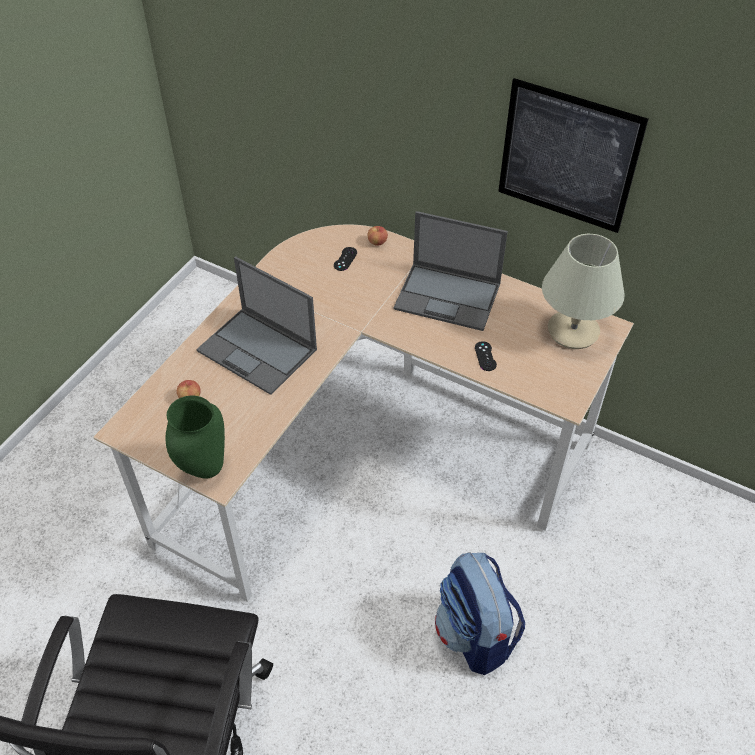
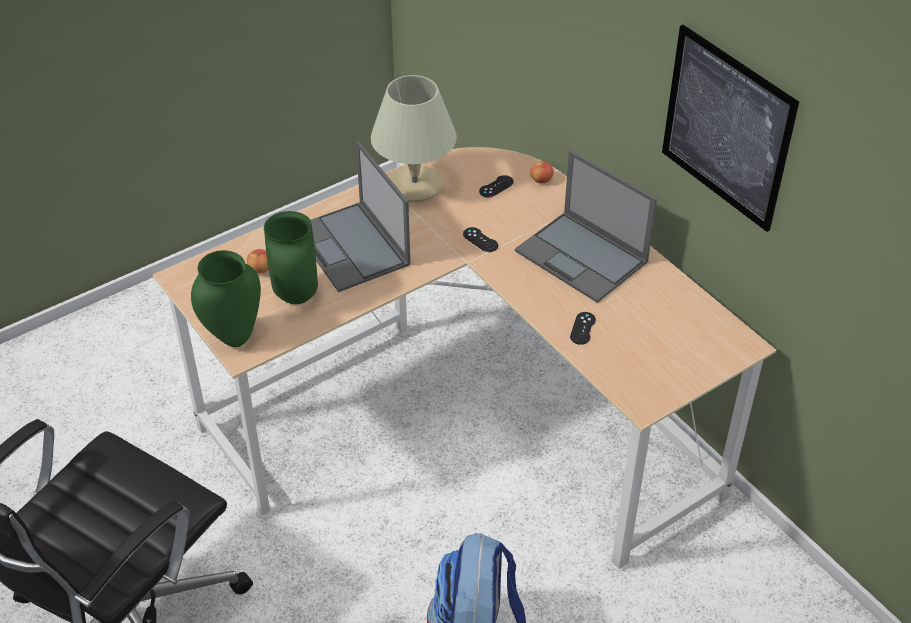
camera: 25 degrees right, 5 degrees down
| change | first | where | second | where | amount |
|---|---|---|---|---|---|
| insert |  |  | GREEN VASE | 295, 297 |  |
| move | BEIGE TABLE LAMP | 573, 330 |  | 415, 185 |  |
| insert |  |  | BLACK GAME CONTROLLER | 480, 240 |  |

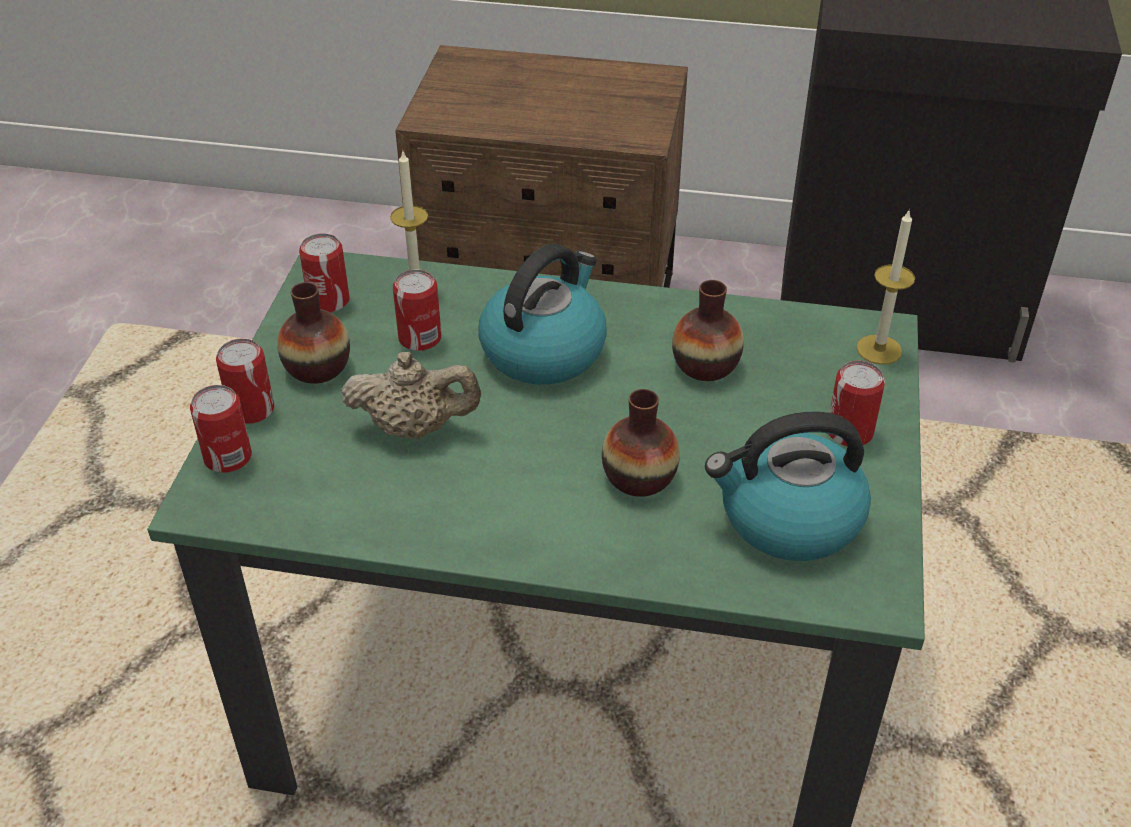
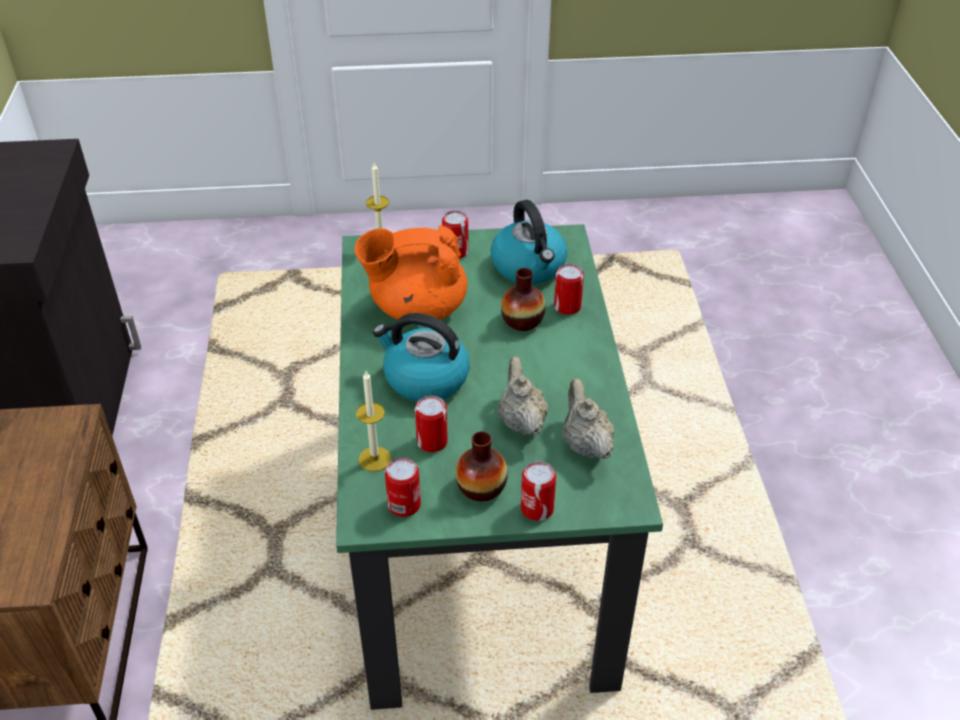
camera: 105 degrees left, 0 degrees up
| change | first | where | second | where | amount |
|---|---|---|---|---|---|
| replace | VASE | 705, 365 | ORANGE TEAPOT | 416, 308 |  |
| move | CAN | 228, 457 |  | 567, 307 |  |
| insert |  |  | BEIGE TEAPOT | 585, 444 |  |

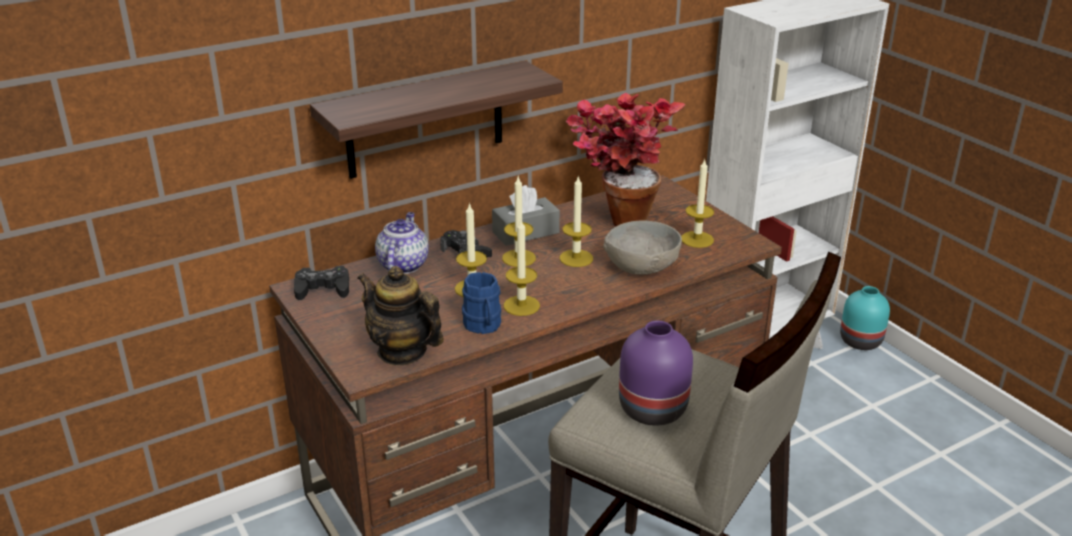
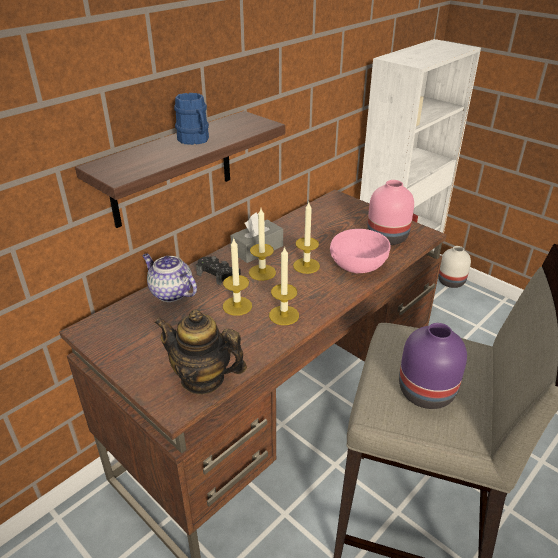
camera: 15 degrees left, 5 degrees up
| change | first | where | second | where | amount |
|---|---|---|---|---|---|
| rotate | TEAPOT | 402, 264 |  | 170, 293 | 45 degrees counterclockwise |
| move | BLUE MUG | 483, 326 |  | 195, 140 |  |
| recolor | GREY BOWL | 641, 265 | PINK BOWL | 358, 264 |  |
| replace | CANDLE | 697, 239 | PINK VASE | 386, 237 |  |
| recolor | TURQUOISE VASE | 861, 341 | WHITE VASE | 451, 281 |  |
| delete | BLACK GAME CONTROLLER | 323, 289 |  |  |  |
| delete | POTTED PLANT | 617, 219 |  |  |  |

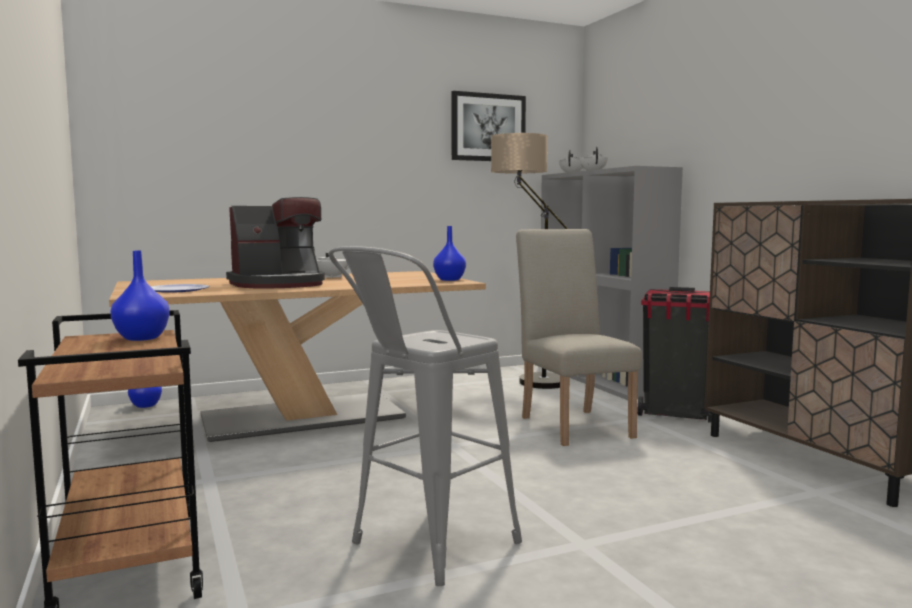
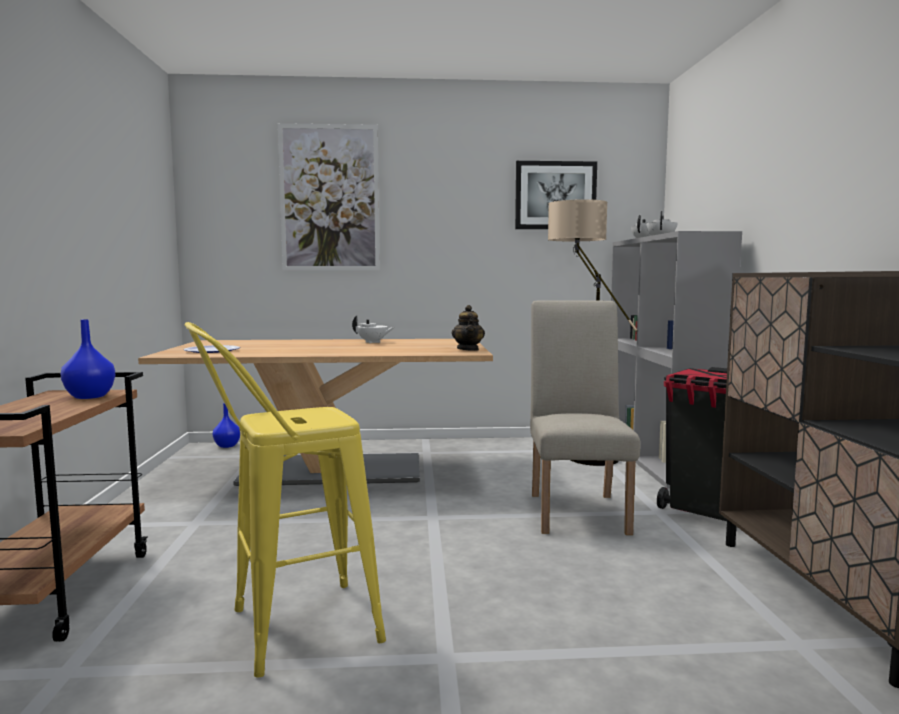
camera: 20 degrees right, 0 degrees up
| change | first | where | second | where | amount |
|---|---|---|---|---|---|
| recolor | GREY STOOL | 423, 549 | YELLOW STOOL | 287, 630 |  |
| insert |  |  | PICTURE | 329, 198 |  |
| replace | BLUE VASE | 449, 279 | TEAPOT | 468, 349 |  |
| delete | COFFEE MACHINE | 278, 284 |  |  |  |

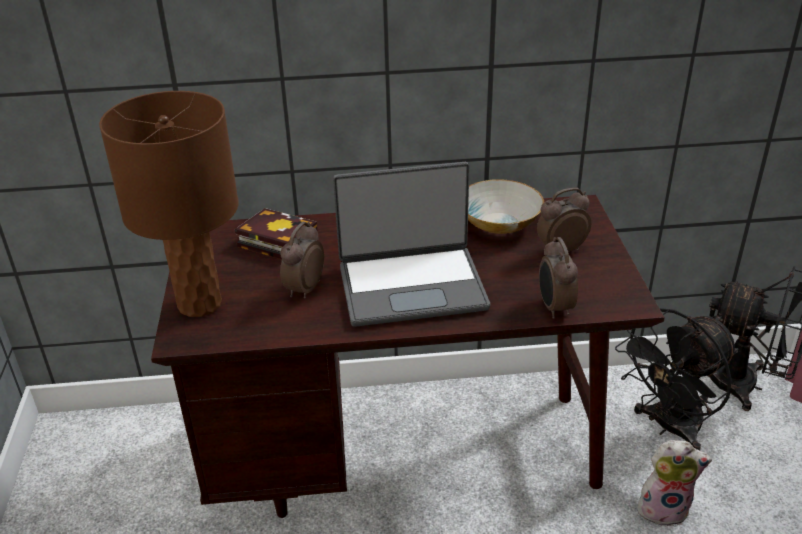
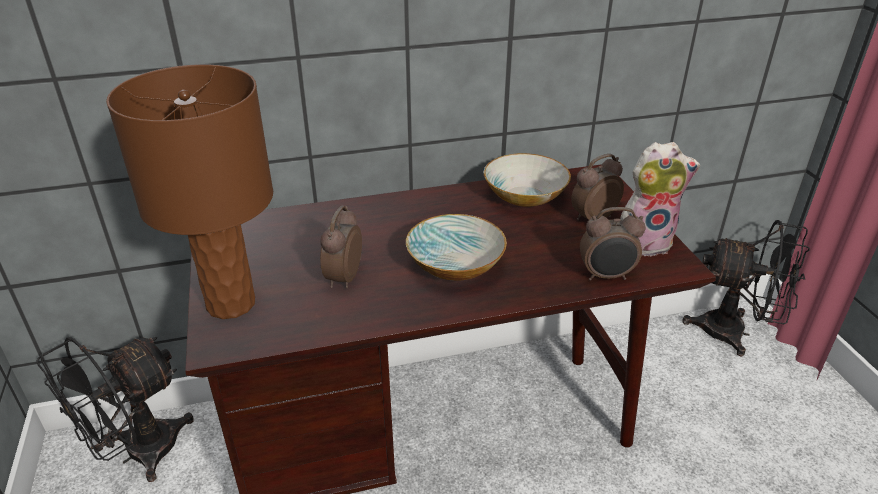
camera: 10 degrees left, 0 degrees up
| change | first | where | second | where | amount |
|---|---|---|---|---|---|
| move | BLACK FAN | 669, 428 |  | 138, 454 |  |
| replace | LAPTOP | 411, 286 | BOWL | 456, 265 |  |
| rotate | ALARM CLOCK | 554, 307 |  | 606, 276 | 75 degrees counterclockwise |
| move | PLUSH TOY | 664, 508 |  | 644, 241 |  |
| delete | BOOK | 274, 240 |  |  |  |

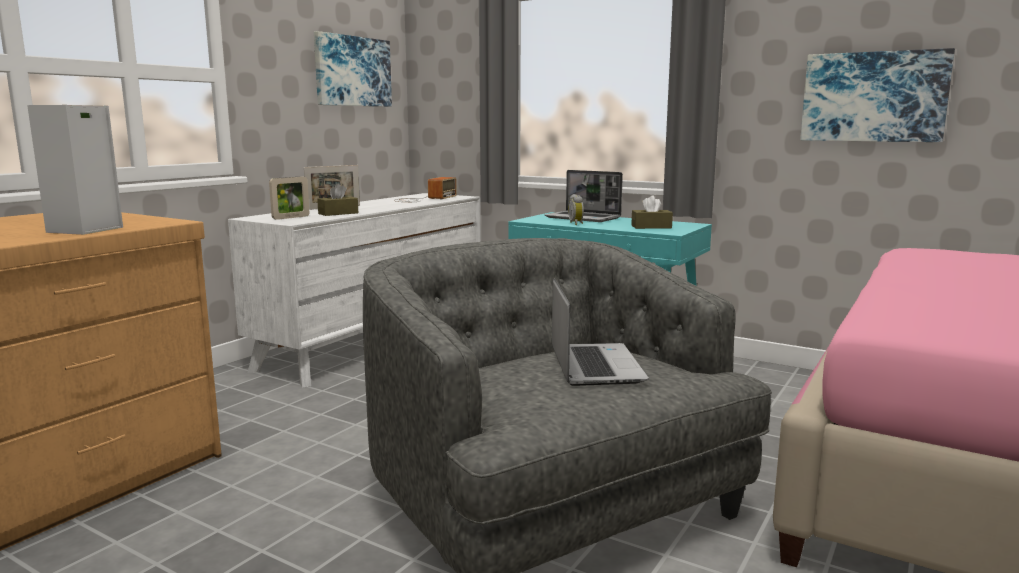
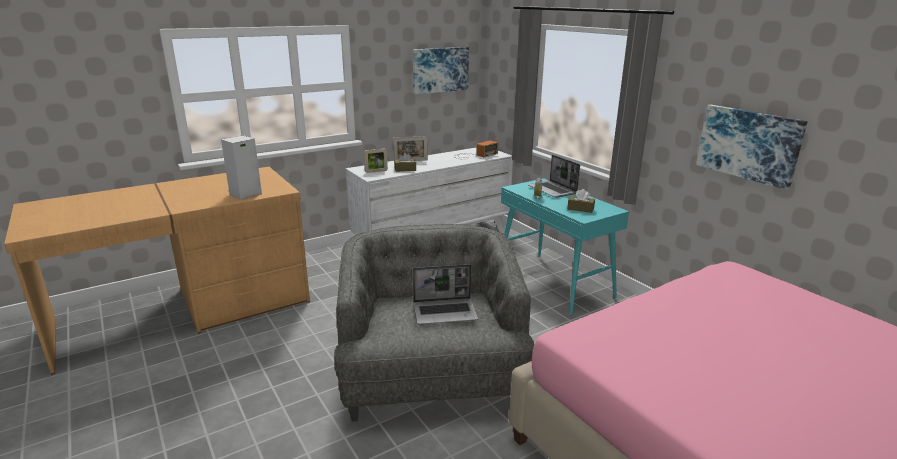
camera: 25 degrees right, 10 degrees up
| change | first | where | second | where | amount |
|---|---|---|---|---|---|
| rotate | LAPTOP | 594, 366 |  | 445, 312 | 60 degrees clockwise |

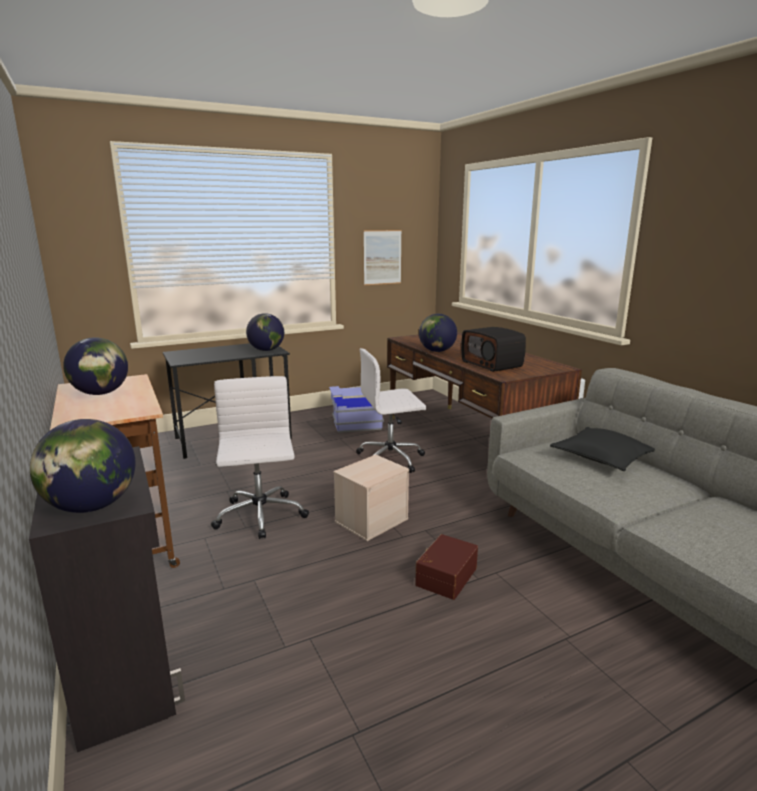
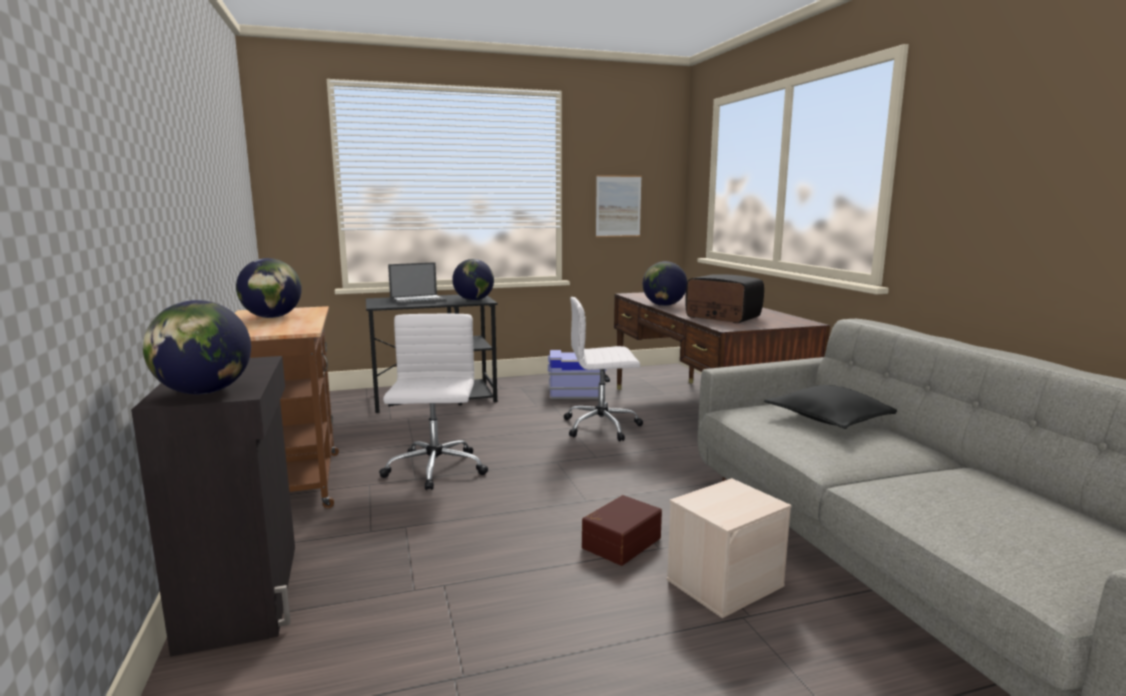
camera: 10 degrees right, 5 degrees down
| change | first | where | second | where | amount |
|---|---|---|---|---|---|
| insert |  |  | LAPTOP | 418, 300 |  |
| move | BEIGE STORAGE BOX | 371, 520 |  | 724, 582 |  |
| rotate | RADIO | 492, 364 |  | 722, 317 | 150 degrees clockwise |

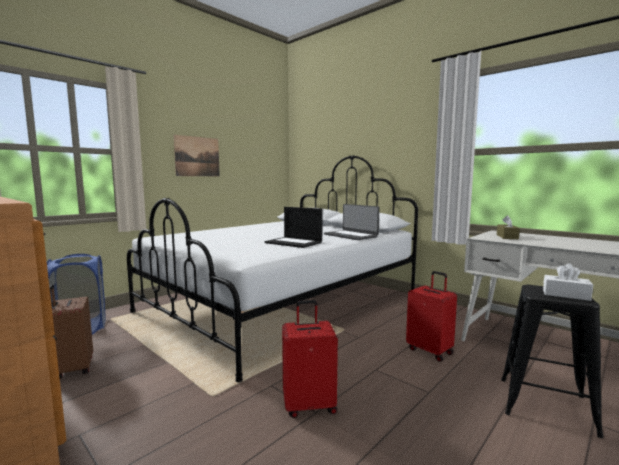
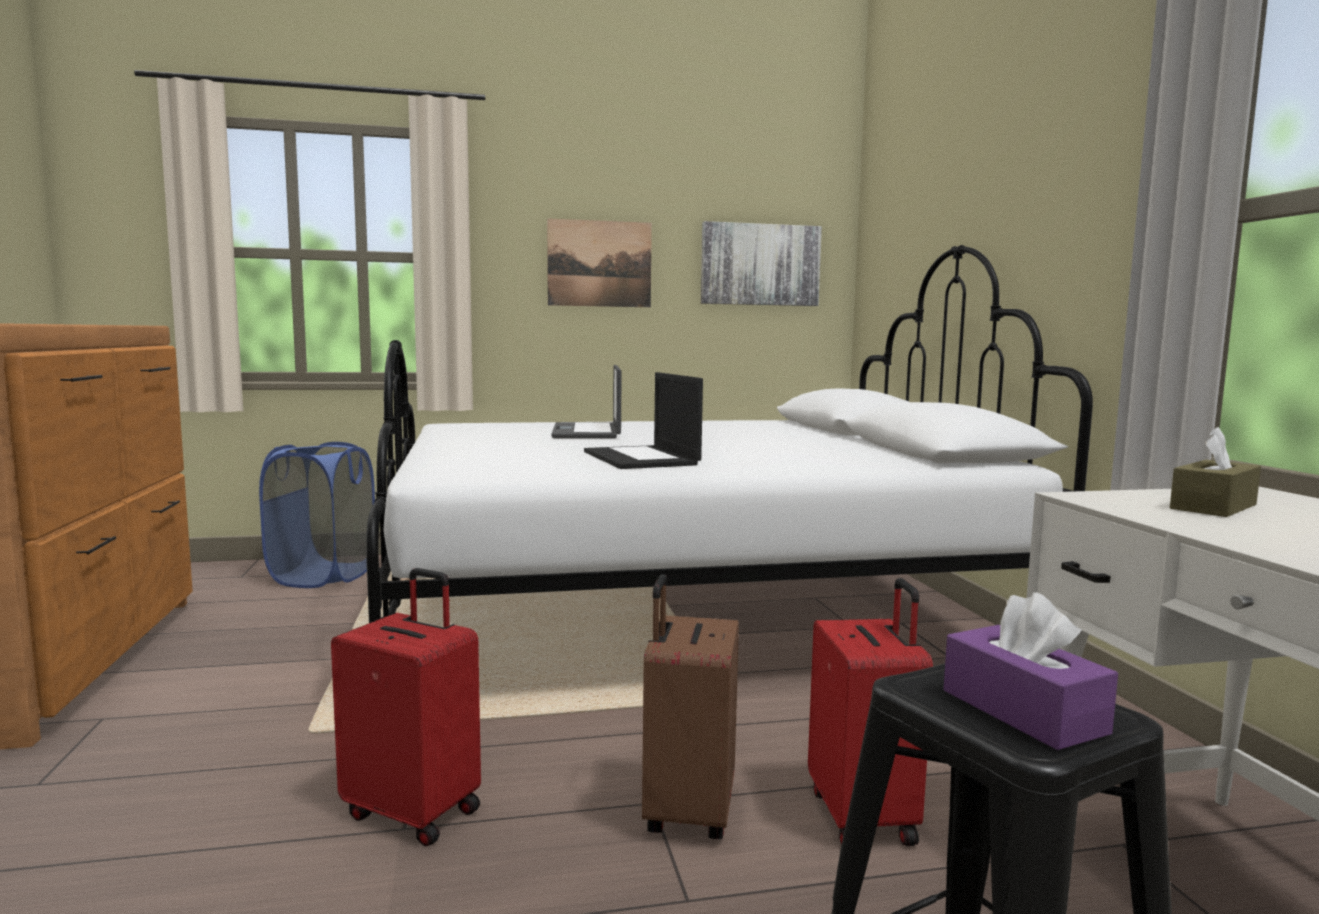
camera: 35 degrees right, 0 degrees up
| change | first | where | second | where | amount |
|---|---|---|---|---|---|
| move | LAPTOP | 351, 235 |  | 588, 432 |  |
| move | BROWN SUITCASE | 73, 369 |  | 686, 811 |  |
| insert |  |  | PICTURE | 760, 265 |  |
| recolor | WHITE TISSUE BOX | 566, 295 | PURPLE TISSUE BOX | 1023, 711 |  |

